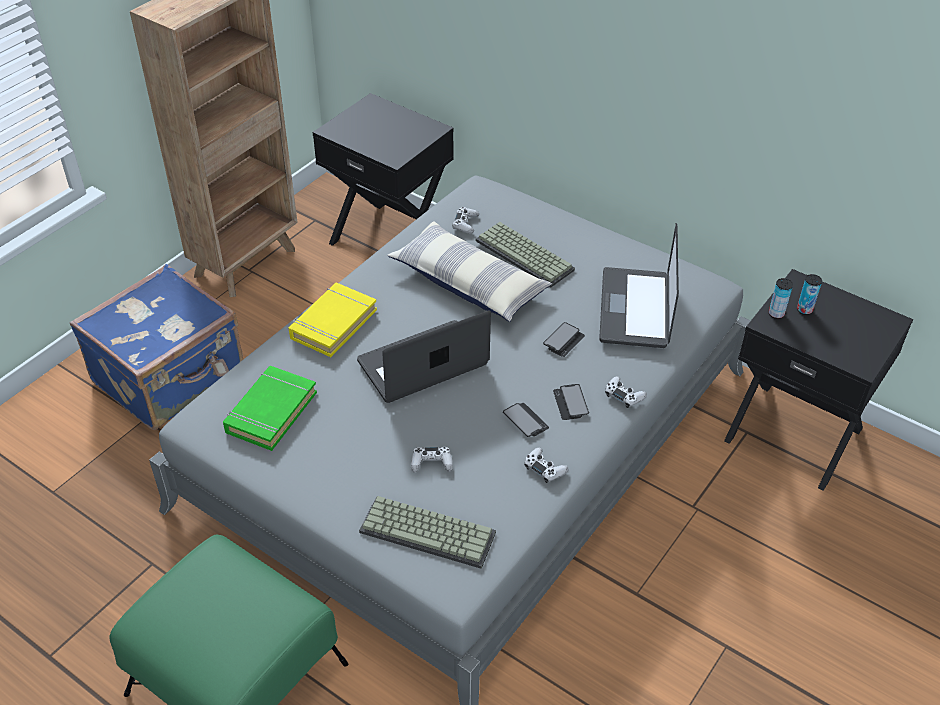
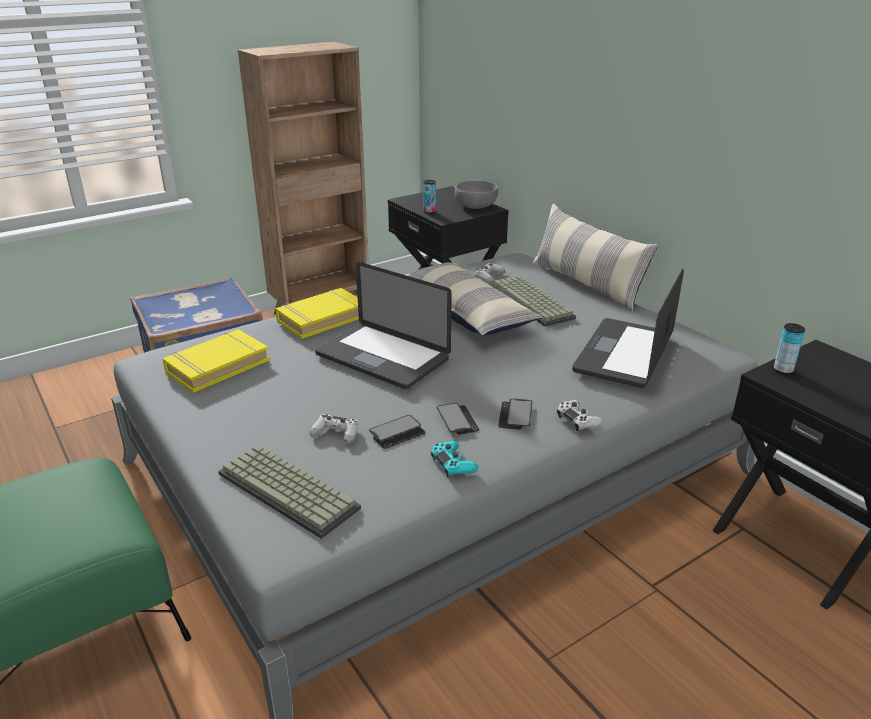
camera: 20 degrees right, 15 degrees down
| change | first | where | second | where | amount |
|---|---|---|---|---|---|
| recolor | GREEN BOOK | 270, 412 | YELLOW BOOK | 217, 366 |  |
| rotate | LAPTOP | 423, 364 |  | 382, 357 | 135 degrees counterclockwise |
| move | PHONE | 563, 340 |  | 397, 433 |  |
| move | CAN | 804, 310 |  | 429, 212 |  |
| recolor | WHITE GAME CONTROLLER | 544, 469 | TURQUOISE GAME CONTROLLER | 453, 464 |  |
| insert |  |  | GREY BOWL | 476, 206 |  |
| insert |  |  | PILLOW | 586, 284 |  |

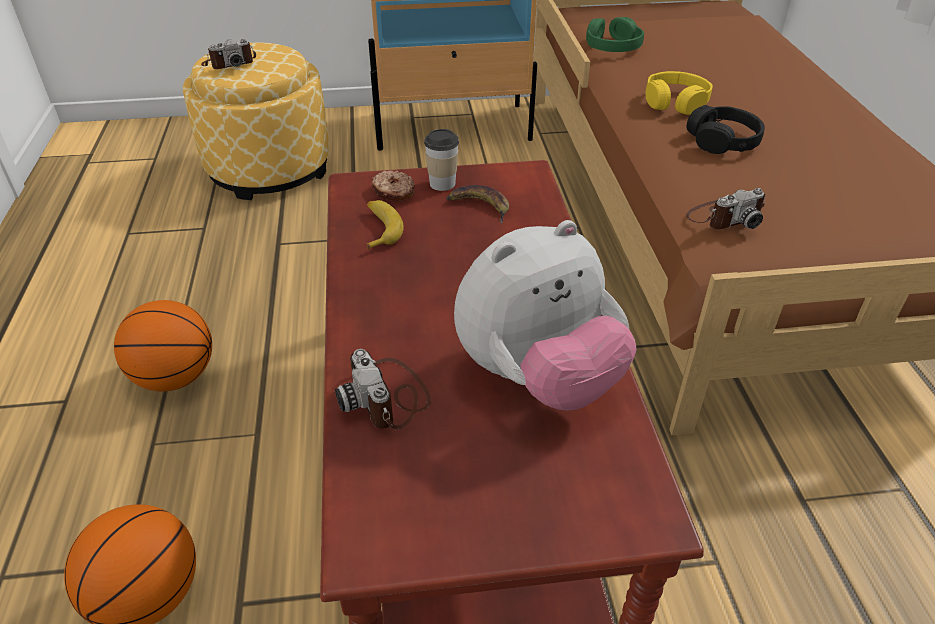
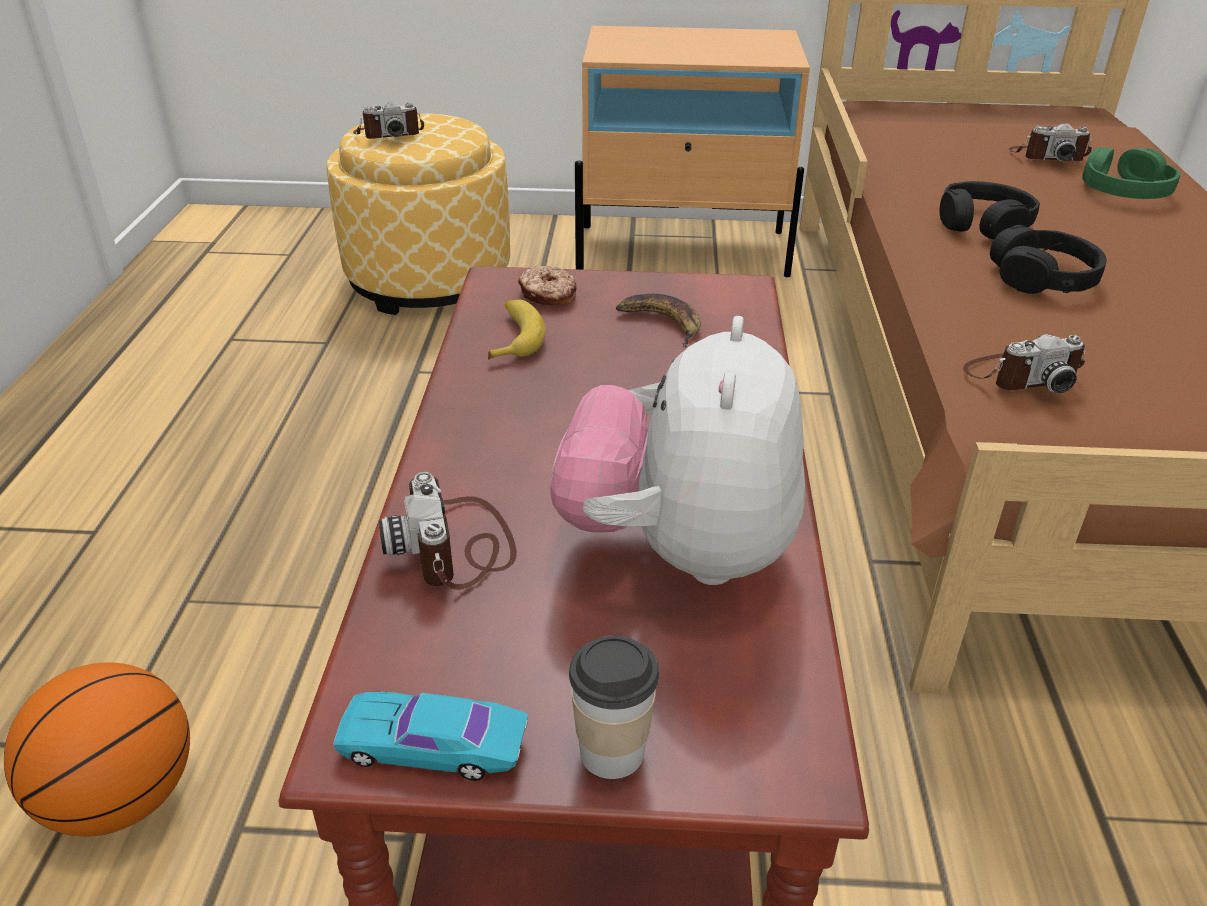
camera: 10 degrees right, 5 degrees down
| change | first | where | second | where | amount |
|---|---|---|---|---|---|
| insert |  |  | TURQUOISE TOY CAR | 433, 744 |  |
| rotate | PLUSH TOY | 538, 377 |  | 679, 550 | 120 degrees clockwise |
| move | CUP | 442, 184 |  | 612, 752 |  |
| recolor | YELLOW HEADPHONES | 675, 102 | BLACK HEADPHONES | 983, 224 |  |
| insert |  |  | PHOTO CAMERA | 1047, 156 |  |
| move | GREEN HEADPHONES | 612, 46 |  | 1123, 191 |  |
| delete | BASKETBALL | 175, 377 |  |  |  |

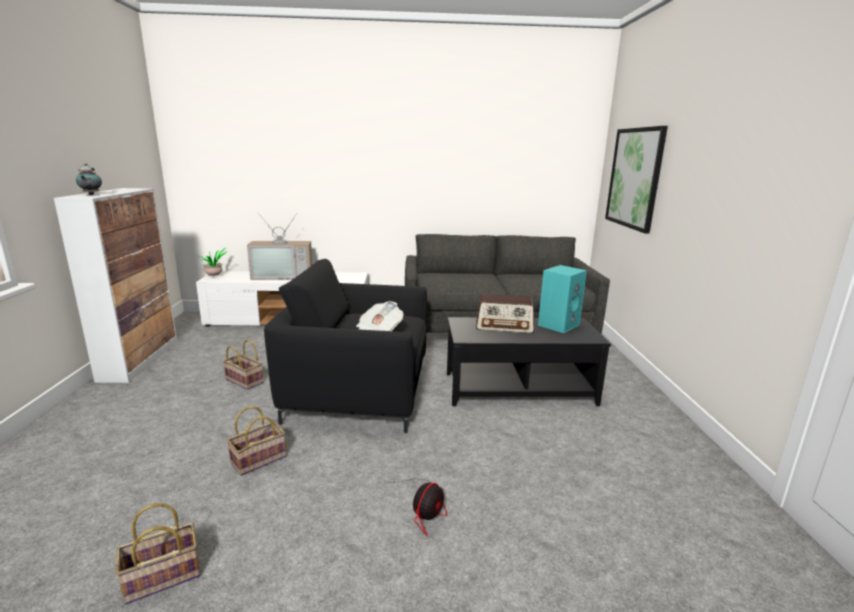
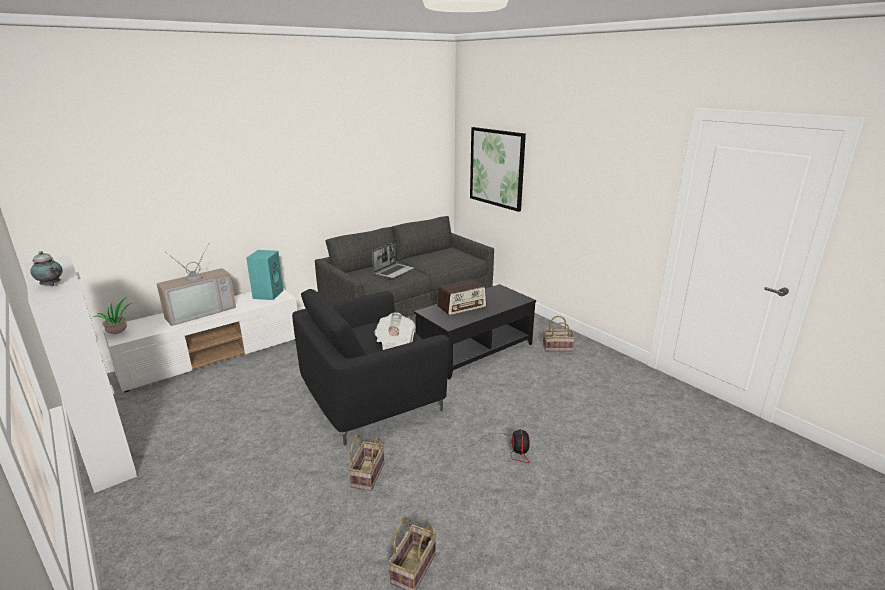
camera: 35 degrees left, 5 degrees up
| change | first | where | second | where | amount |
|---|---|---|---|---|---|
| move | TURQUOISE SPEAKER | 558, 325 |  | 268, 294 |  |
| insert |  |  | LAPTOP | 393, 271 |  |
| move | BASKET | 246, 381 |  | 558, 347 |  |

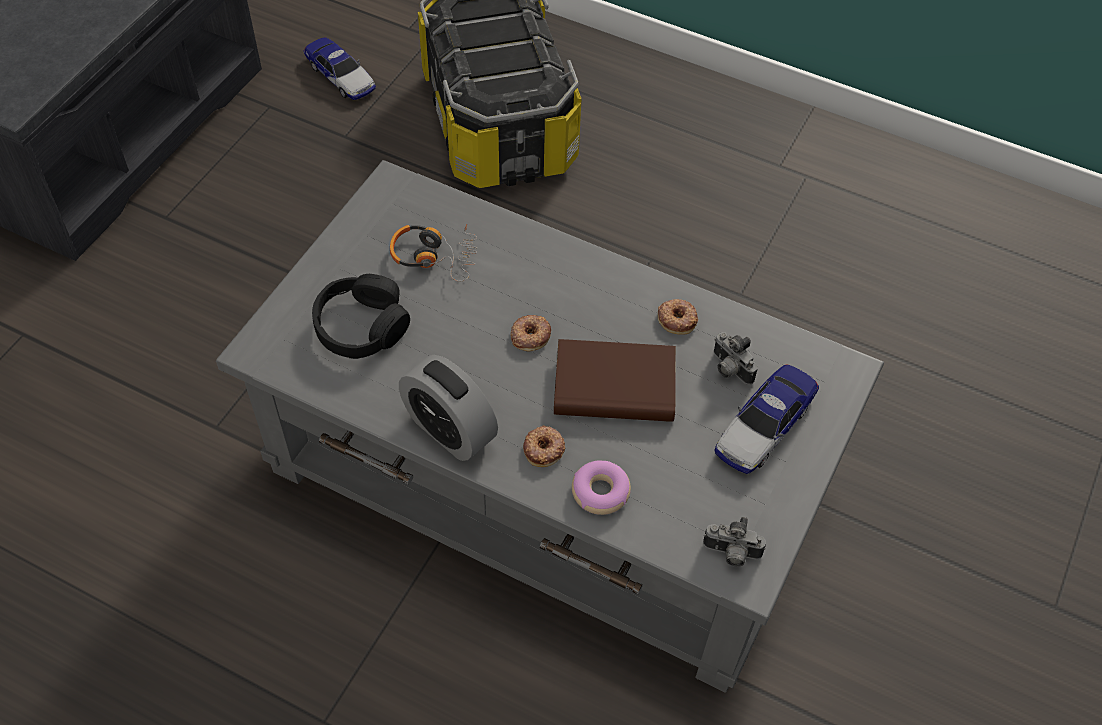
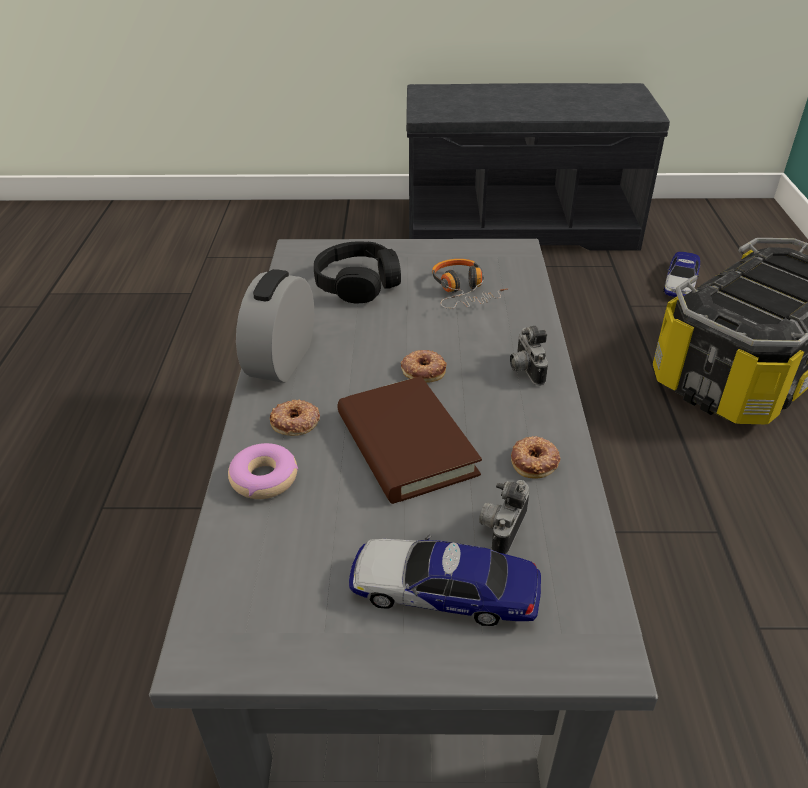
camera: 65 degrees right, 15 degrees down
| change | first | where | second | where | amount |
|---|---|---|---|---|---|
| move | PHOTO CAMERA | 731, 554 |  | 524, 370 |  |

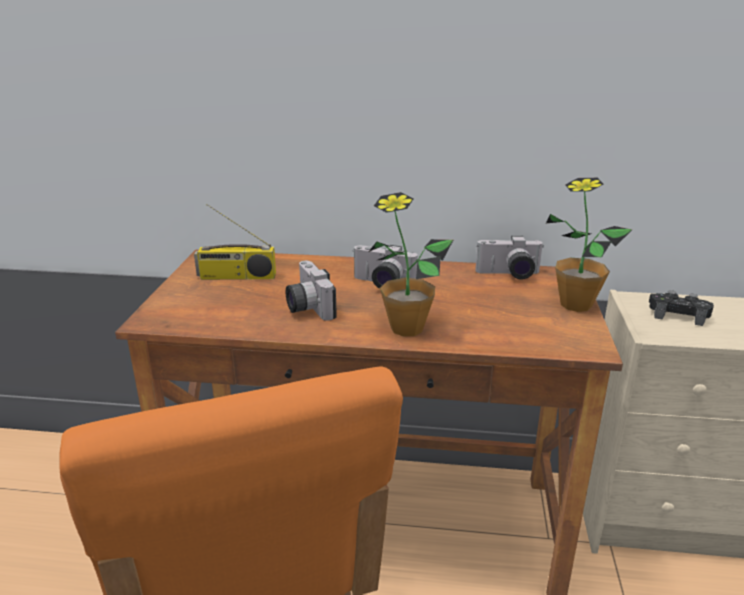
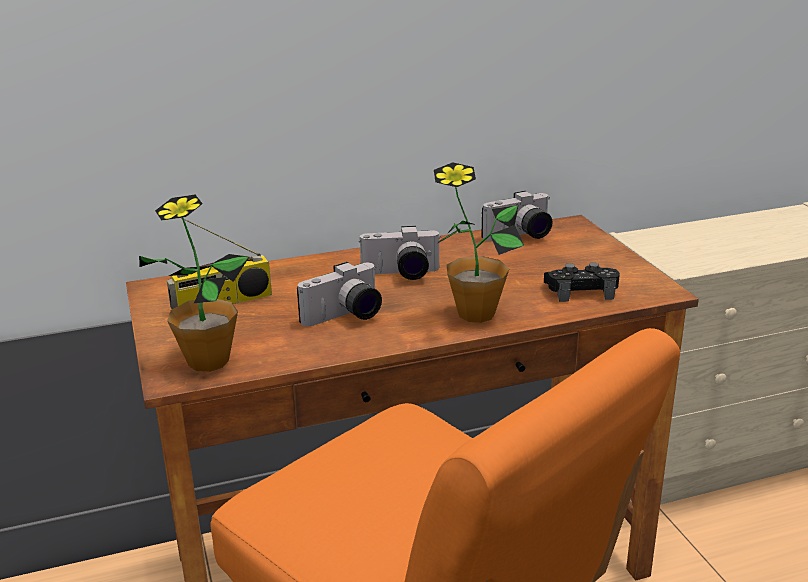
camera: 25 degrees left, 0 degrees up
| change | first | where | second | where | amount |
|---|---|---|---|---|---|
| move | POTTED PLANT | 575, 304 |  | 208, 361 |  |
| rotate | PHOTO CAMERA | 306, 307 |  | 346, 317 | 75 degrees counterclockwise |
| move | BLACK GAME CONTROLLER | 678, 314 |  | 581, 291 |  |

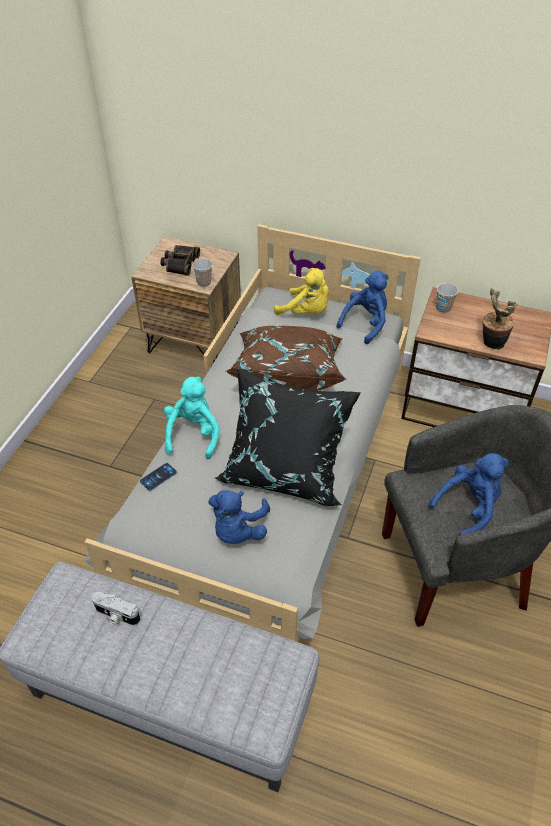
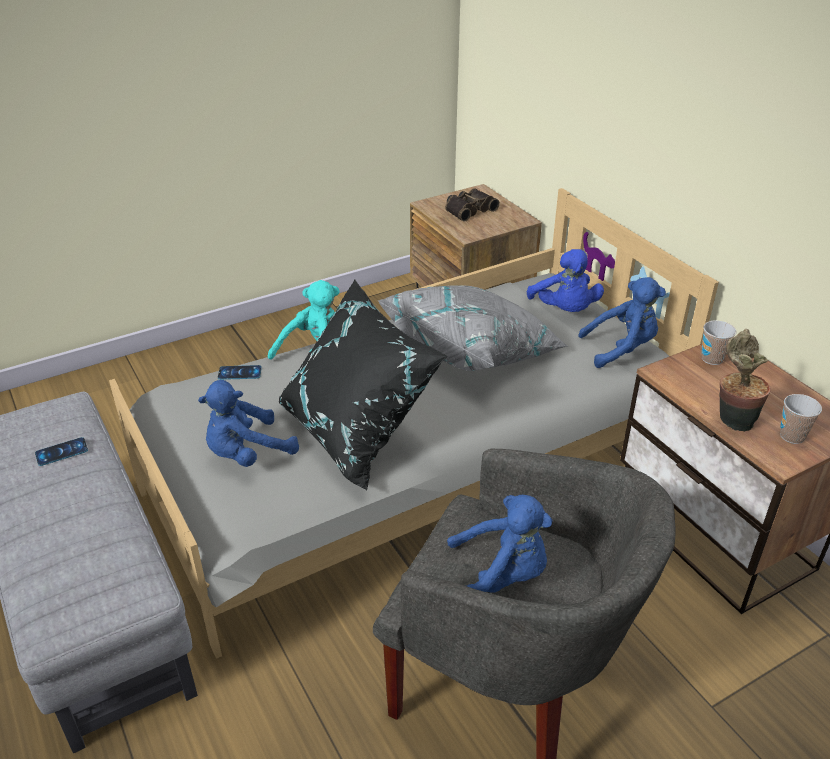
camera: 40 degrees right, 10 degrees down
| change | first | where | second | where | amount |
|---|---|---|---|---|---|
| replace | PHOTO CAMERA | 116, 615 | PHONE | 61, 452 |  |
| recolor | BROWN PILLOW | 288, 372 | GREY PILLOW | 473, 351 |  |
| recolor | YELLOW PLUSH TOY | 306, 312 | BLUE PLUSH TOY | 564, 310 |  |
| move | CUP | 204, 283 |  | 792, 436 |  |

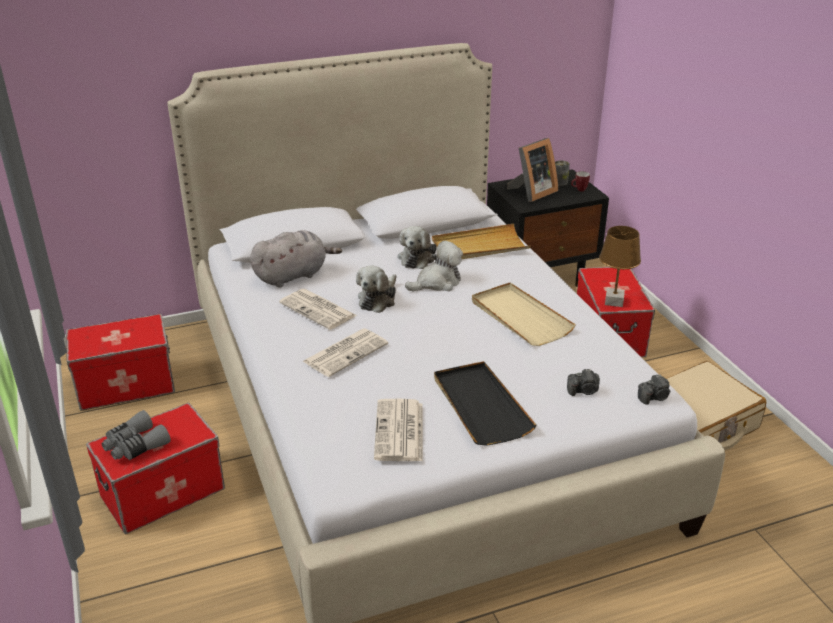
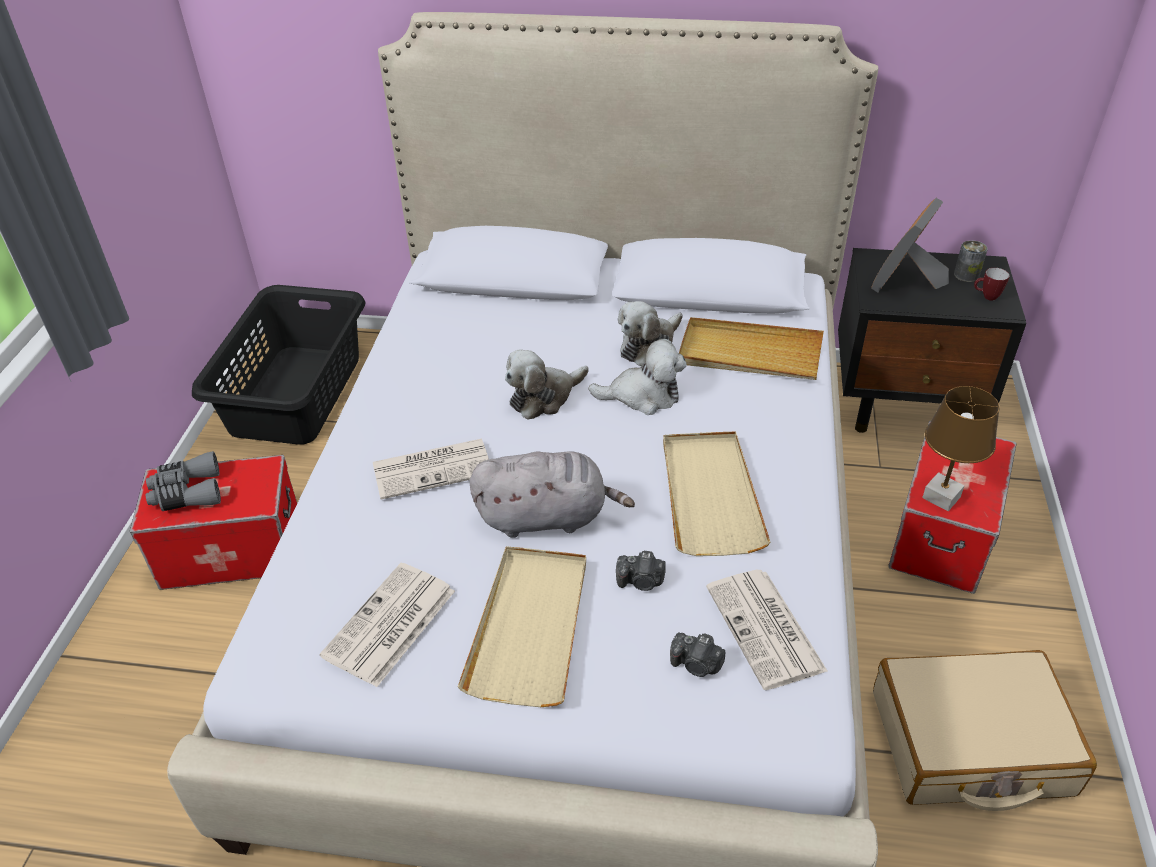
camera: 30 degrees right, 10 degrees up
| change | first | where | second | where | amount |
|---|---|---|---|---|---|
| replace | STORAGE BOX | 126, 385 | BLACK LAUNDRY BASKET | 298, 393 |  |
| recolor | BLACK TRAY | 480, 406 | BEIGE TRAY | 530, 627 |  |
| move | GREY PLUSH TOY | 293, 275 |  | 547, 517 |  |
| move | PHOTO CAMERA | 654, 397 |  | 641, 581 |  |
| move | NEWSPAPER | 319, 310 |  | 766, 629 |  |
| rotate | PICTURE FRAME | 532, 193 |  | 906, 282 | 135 degrees clockwise |

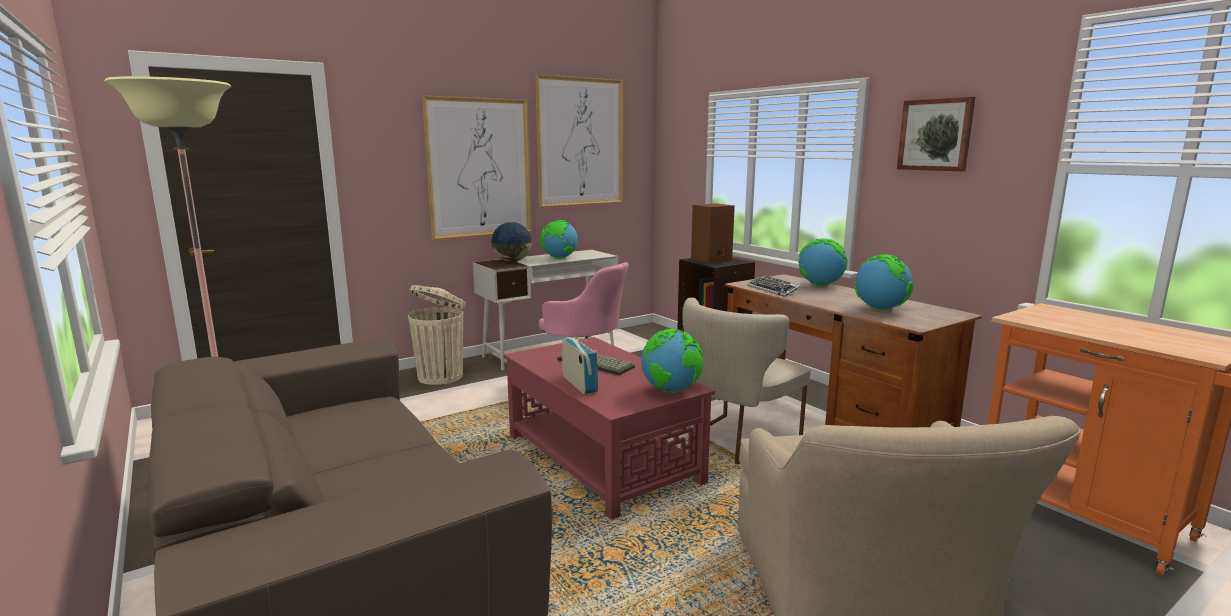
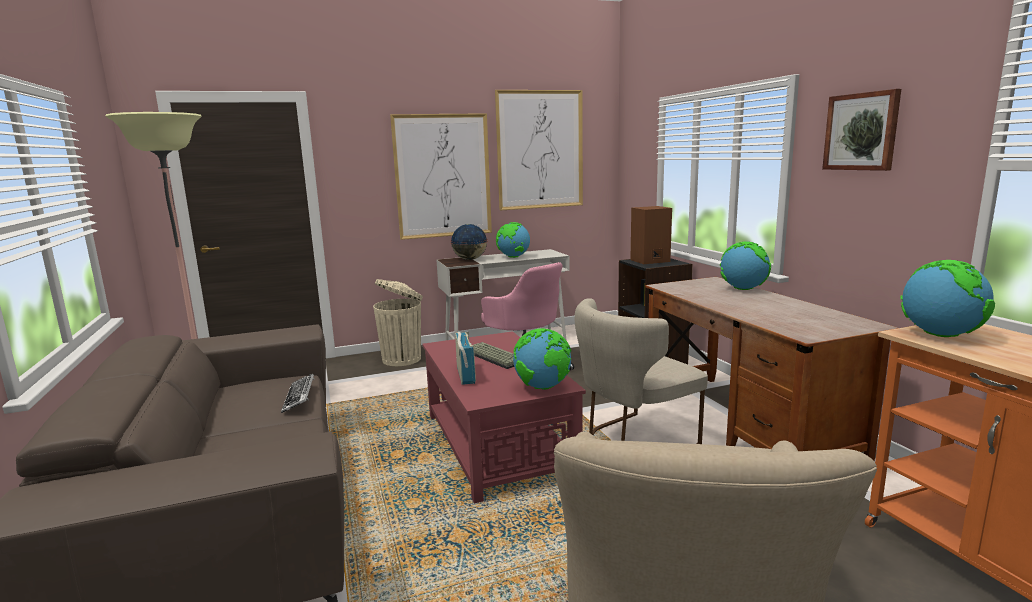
camera: 15 degrees right, 0 degrees up
| change | first | where | second | where | amount |
|---|---|---|---|---|---|
| move | KEYBOARD | 773, 289 |  | 299, 397 |  |
| move | GLOBE | 880, 309 |  | 940, 335 |  |

